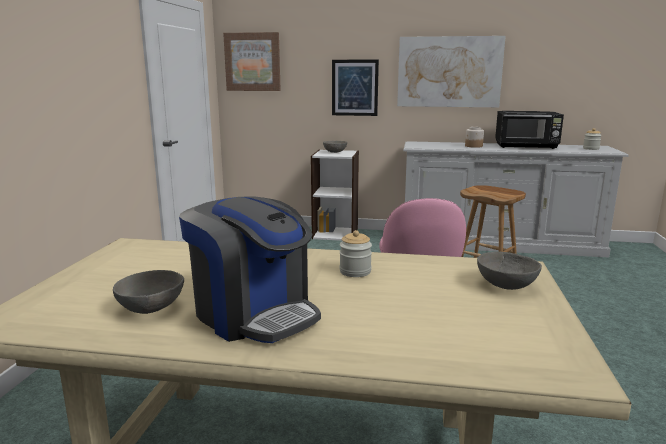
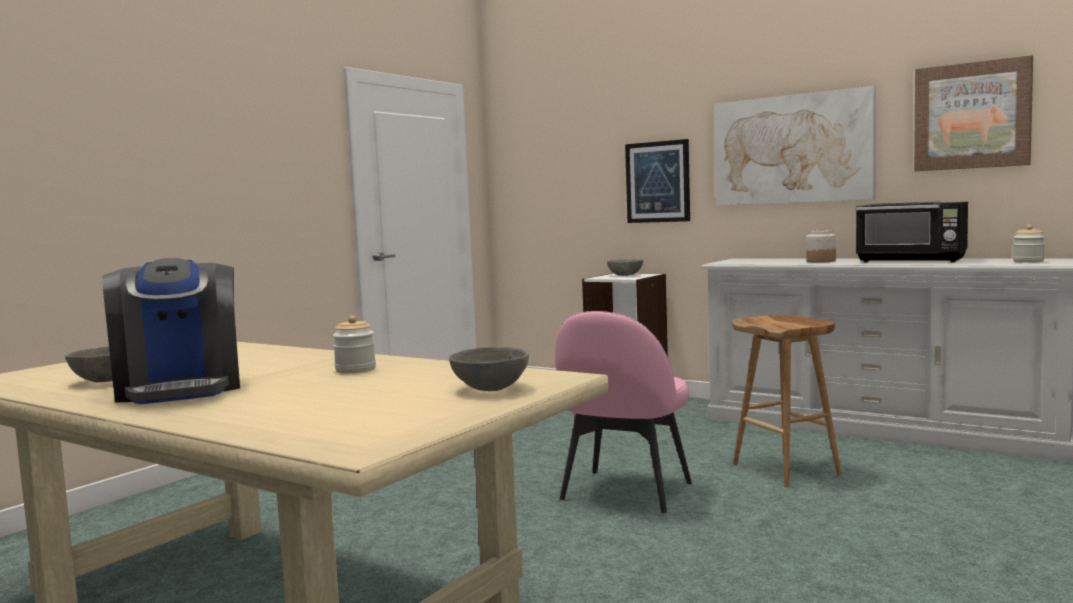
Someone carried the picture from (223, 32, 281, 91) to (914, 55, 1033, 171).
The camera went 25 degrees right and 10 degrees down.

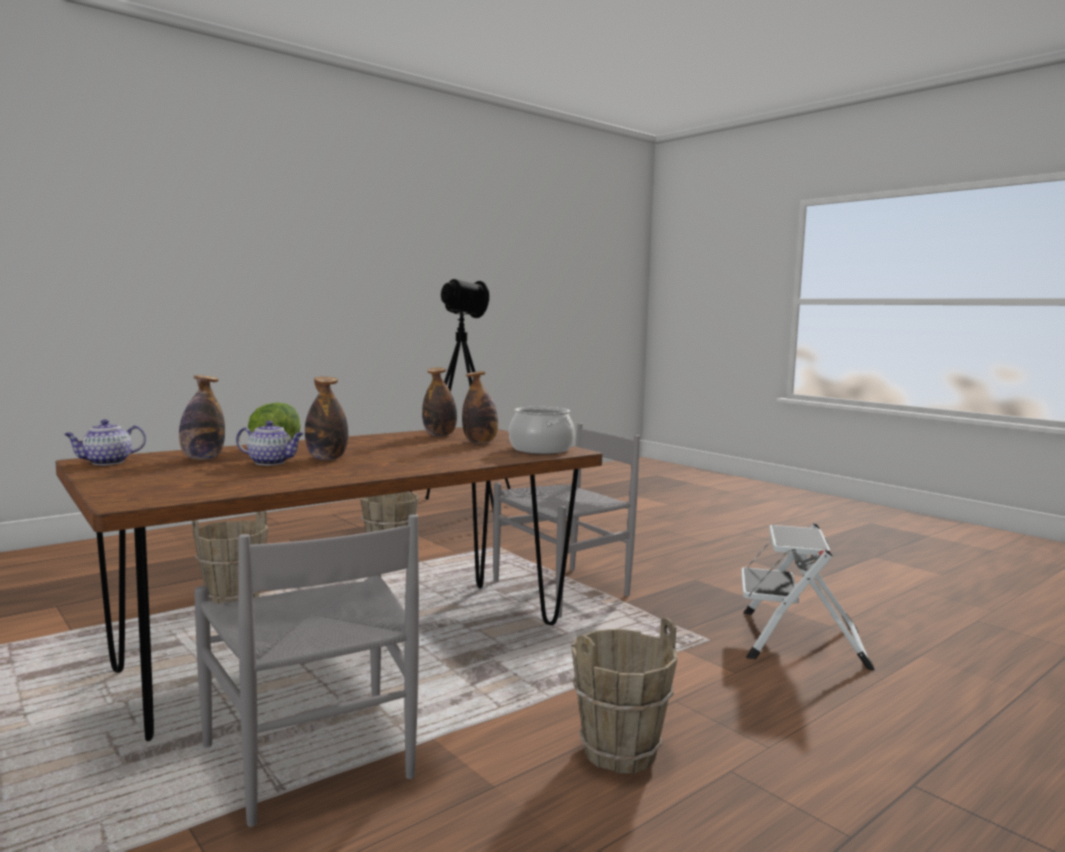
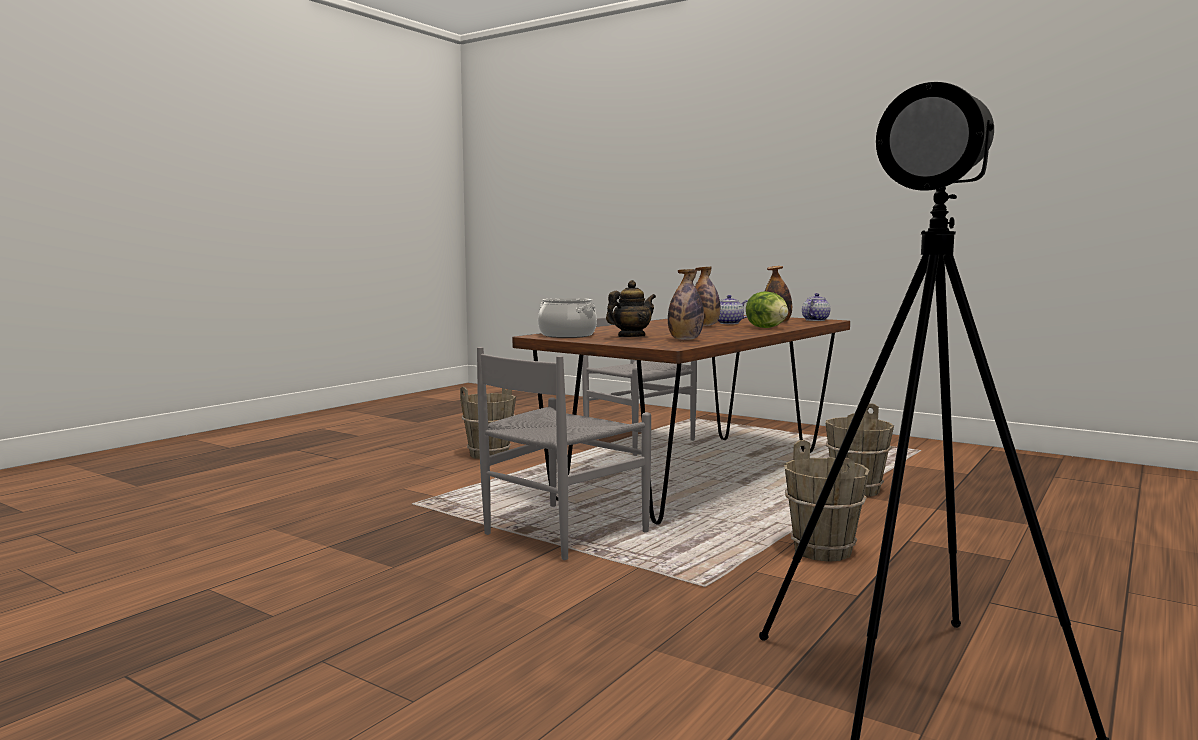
Someone took away the step ladder at (741, 523, 875, 670).
Someone swapped the bottle at (462, 371, 498, 443) for the teapot at (606, 280, 656, 337).
The camera went 165 degrees right and 0 degrees up.

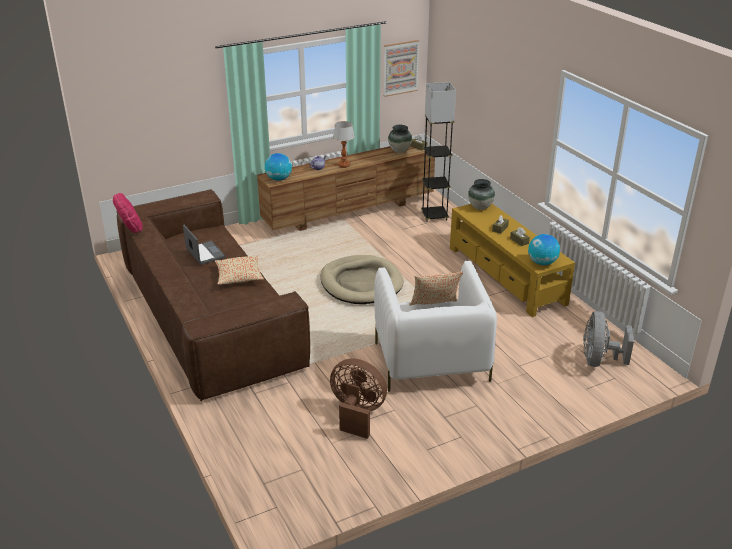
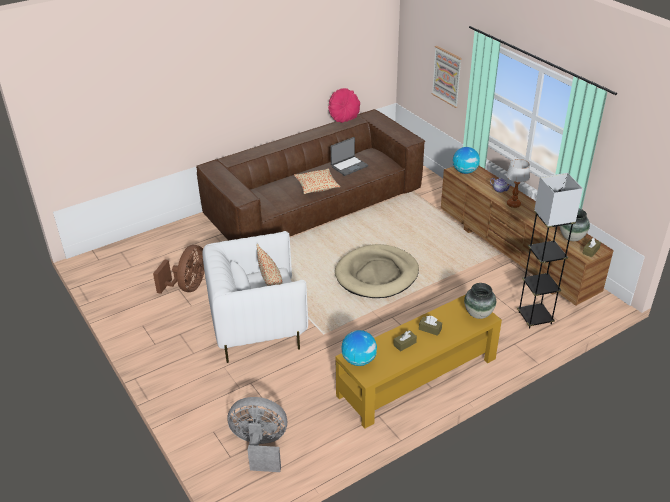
Someone carried the picture from (384, 40, 420, 97) to (432, 46, 462, 108).
The camera went 85 degrees right and 5 degrees up.

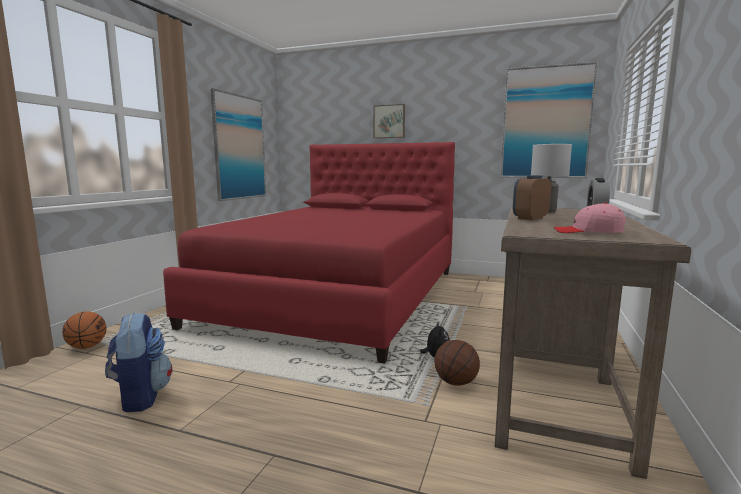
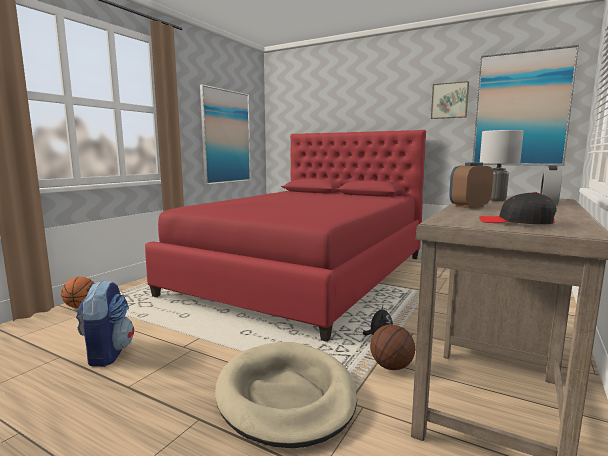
Someone put down the beige dog bed at (215, 342, 357, 448).
Someone carried the picture from (373, 104, 405, 138) to (431, 81, 469, 119).
Someone repainted the pink cap at (554, 203, 626, 233), which became the black cap at (479, 192, 557, 224).
The camera went 10 degrees right and 0 degrees up.

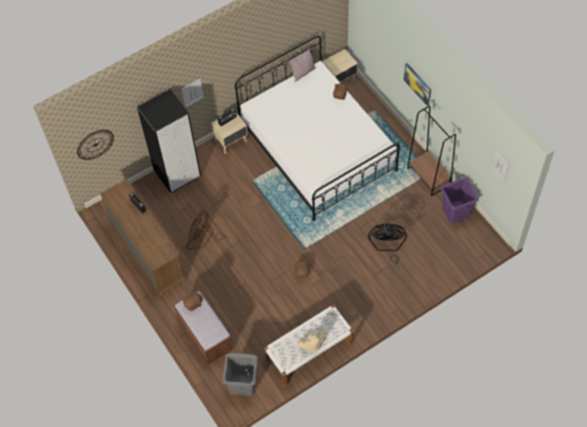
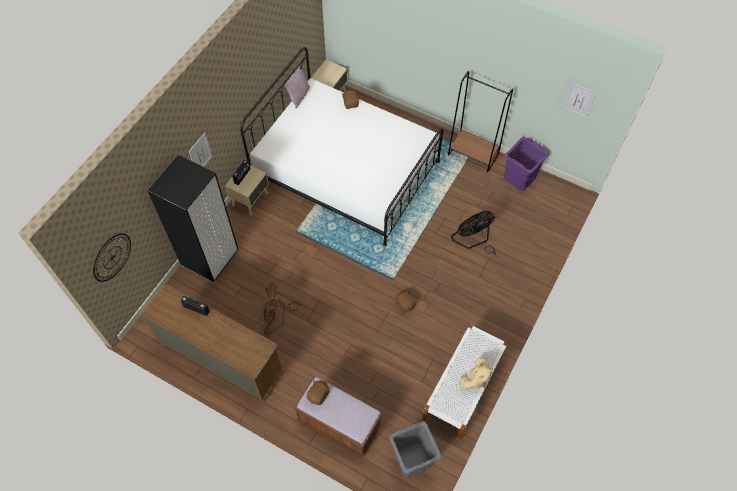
Someone took away the picture at (404, 63, 431, 106).
The camera went 30 degrees left and 0 degrees up.

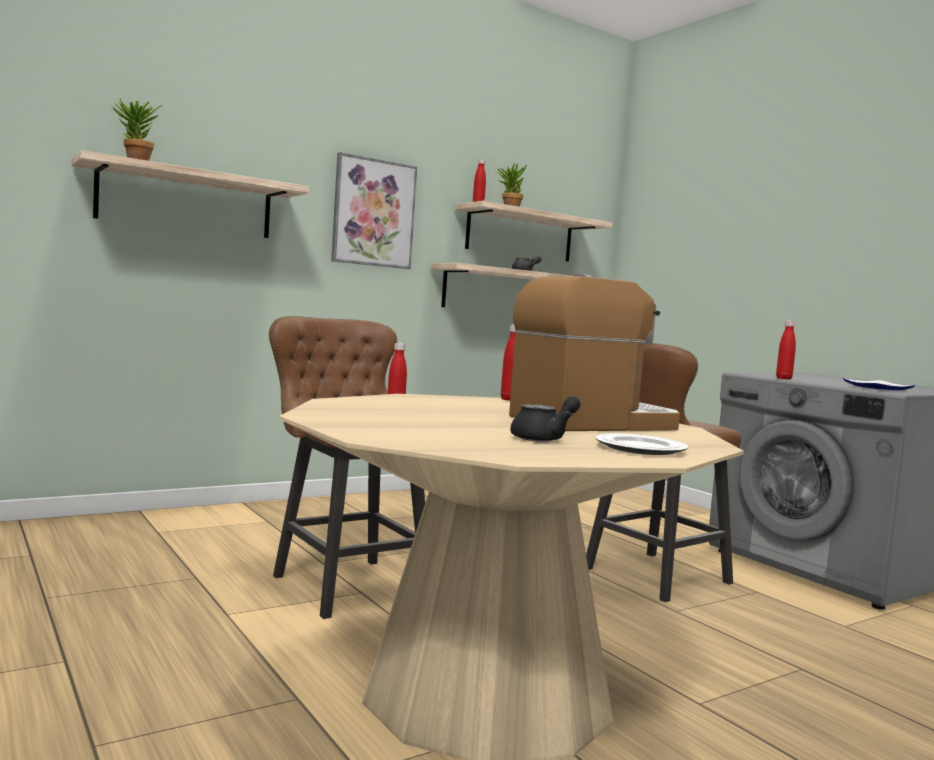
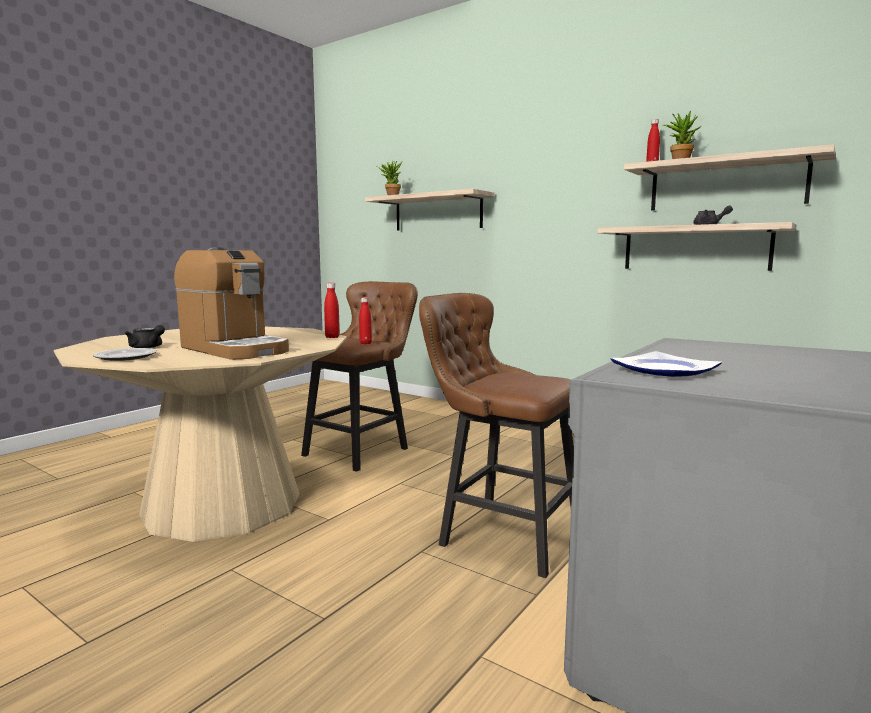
Someone took away the picture at (331, 152, 417, 269).
Someone took away the red bottle at (776, 321, 796, 379).
The camera went 70 degrees right and 5 degrees up.

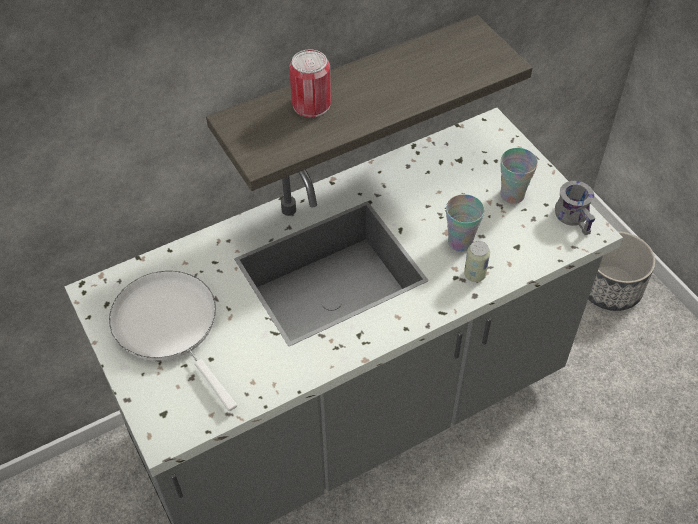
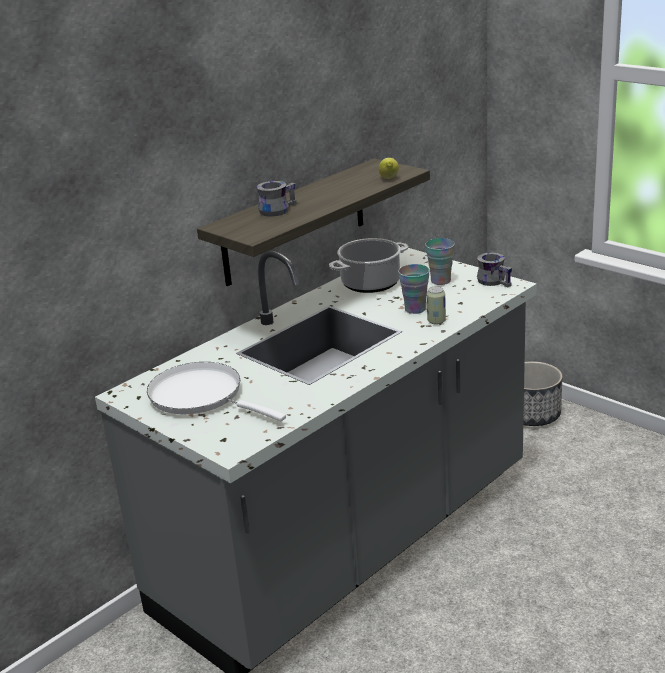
Someone put down the cooking pot at (329, 238, 408, 293).
Someone put down the lemon at (379, 158, 399, 179).
Someone swapped the can at (289, 49, 331, 118) for the grey mug at (257, 181, 297, 217).
The camera went 15 degrees left and 25 degrees down.

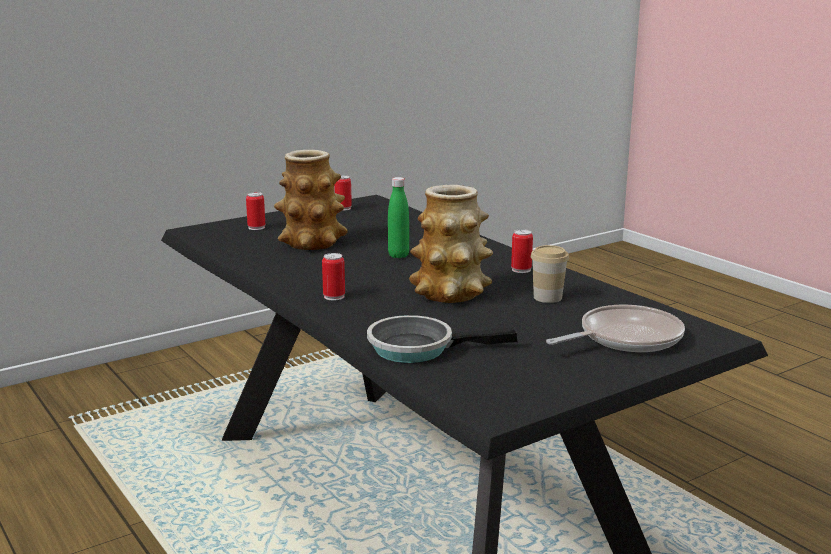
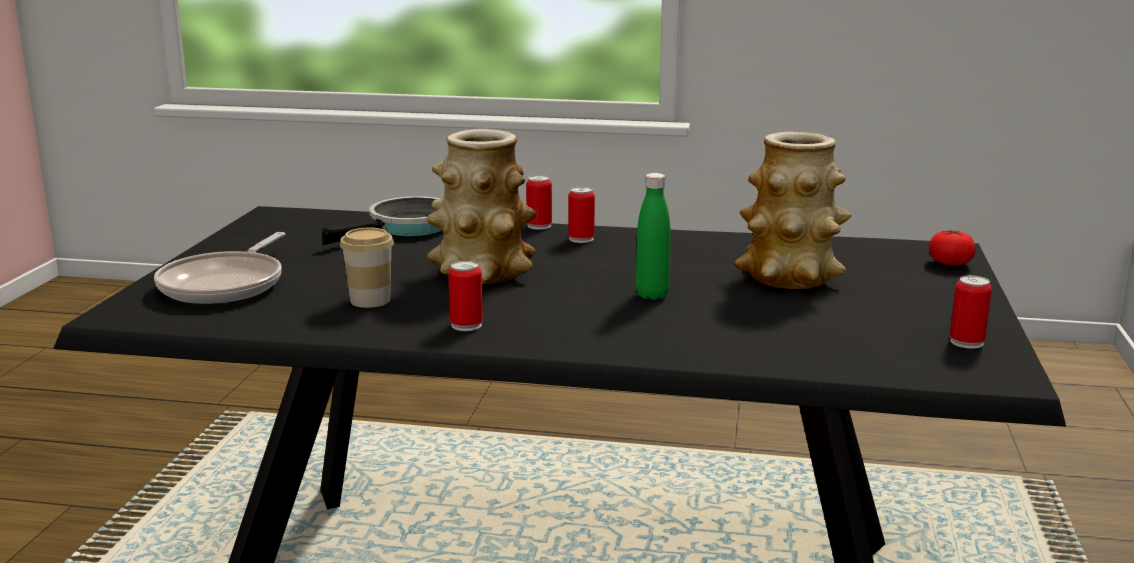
Someone put down the tomato at (929, 230, 976, 265).
Someone carried the can from (246, 192, 265, 230) to (526, 175, 552, 230).
The camera went 135 degrees right and 0 degrees up.

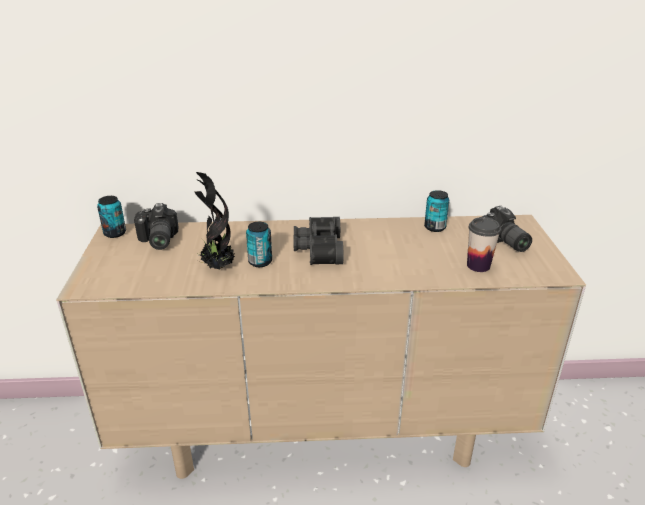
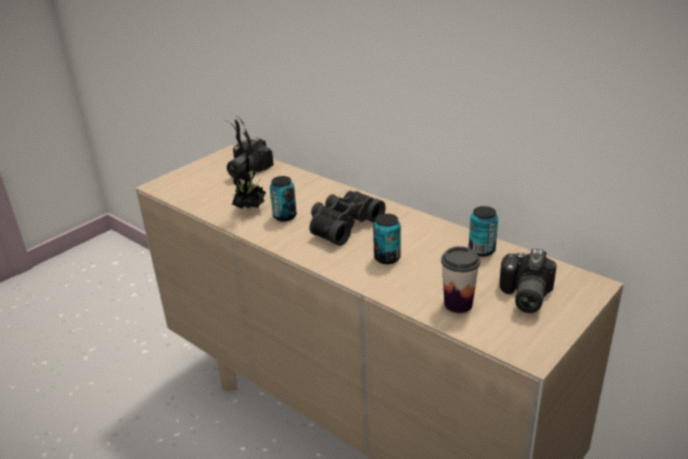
Someone carried the can from (97, 196, 126, 238) to (373, 214, 401, 264).
The camera went 45 degrees right and 0 degrees up.

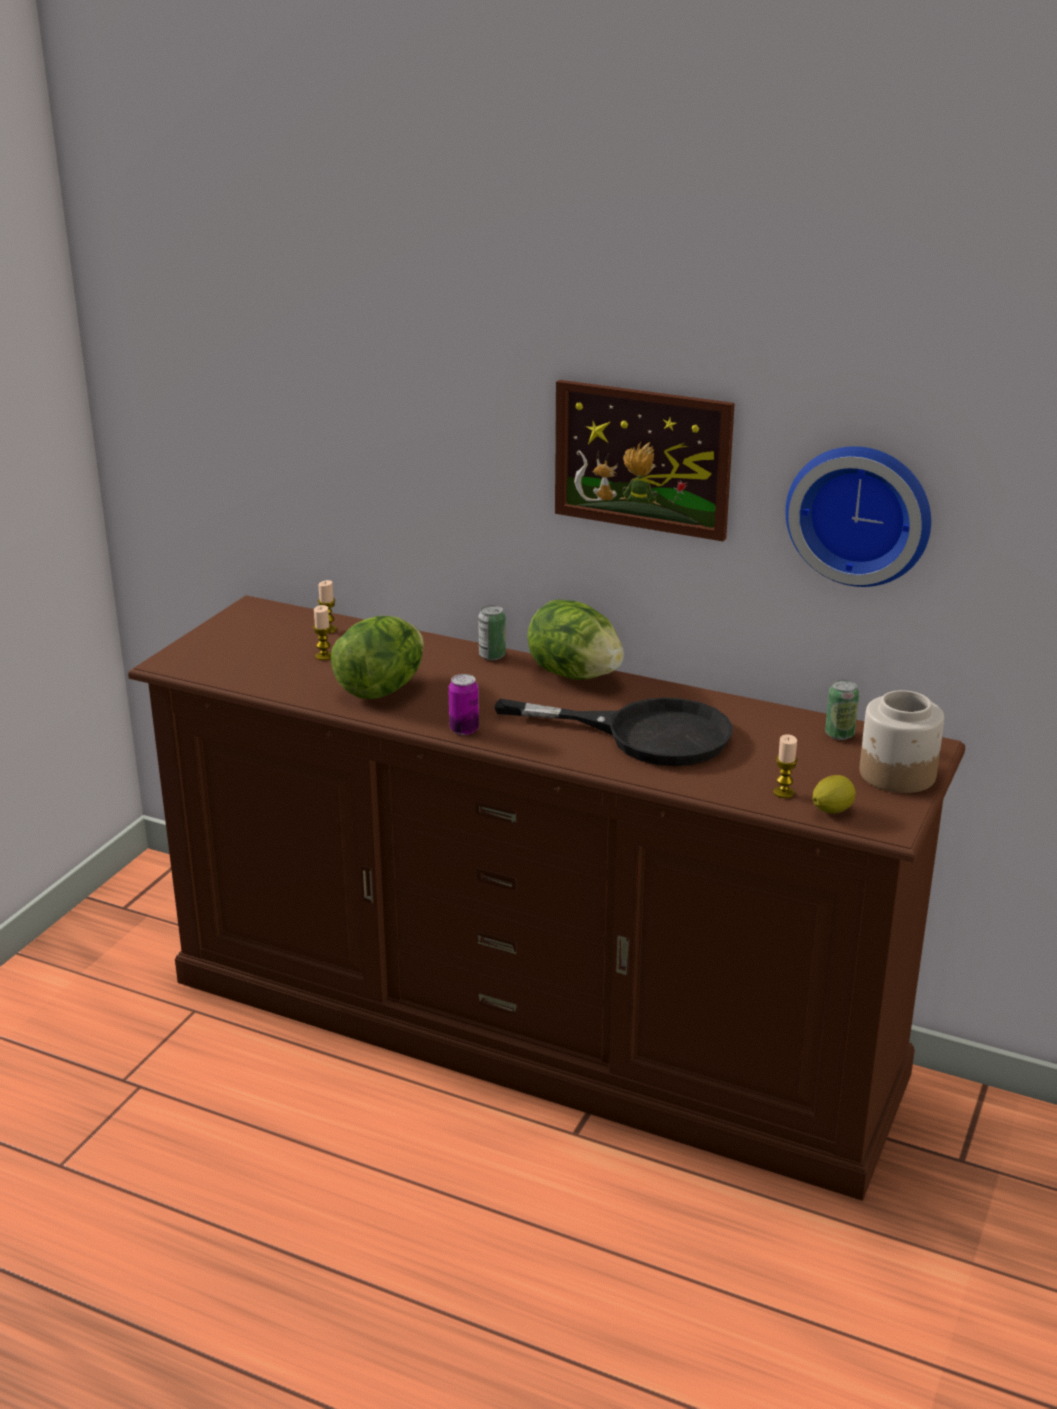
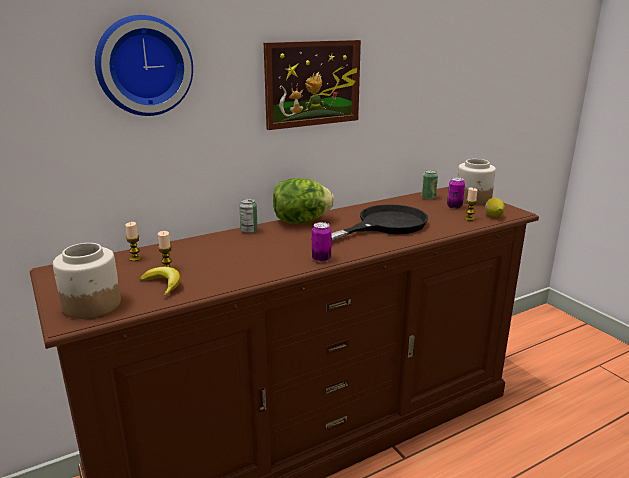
Someone took away the lettuce at (331, 616, 424, 699).
Someone put down the jar at (53, 243, 121, 319).
Someone put down the banana at (140, 267, 181, 297).
Someone put down the can at (447, 177, 465, 209).
Someone carried the wall clock from (786, 446, 931, 587) to (95, 15, 193, 116).
The camera went 55 degrees left and 5 degrees down.

